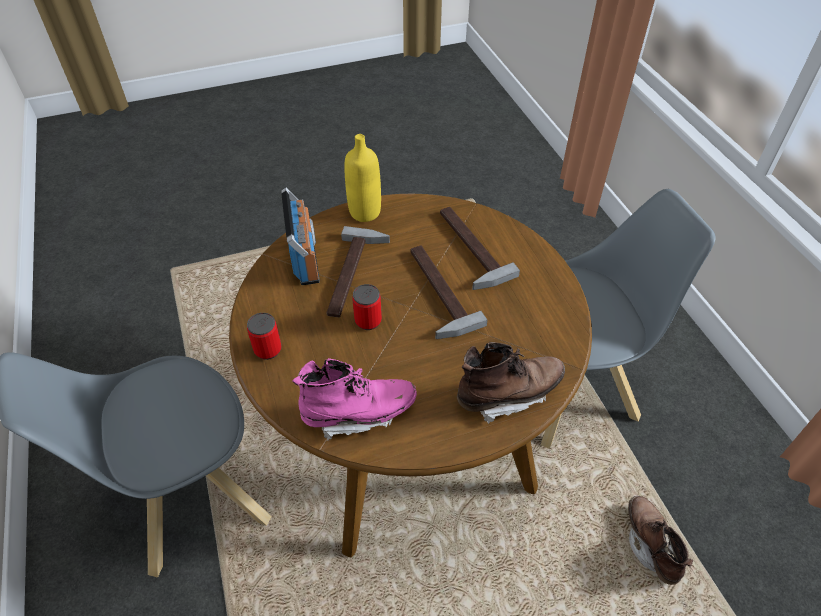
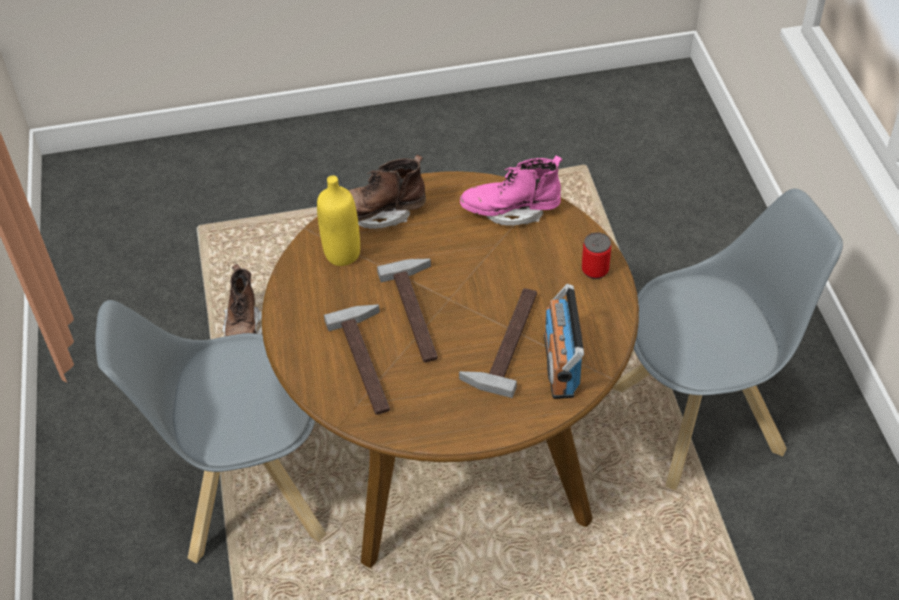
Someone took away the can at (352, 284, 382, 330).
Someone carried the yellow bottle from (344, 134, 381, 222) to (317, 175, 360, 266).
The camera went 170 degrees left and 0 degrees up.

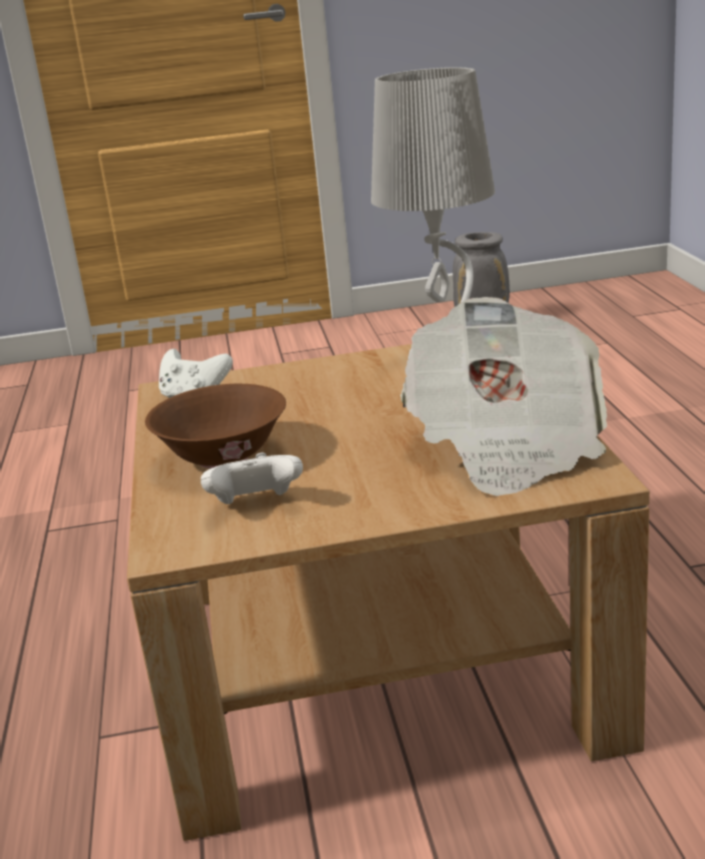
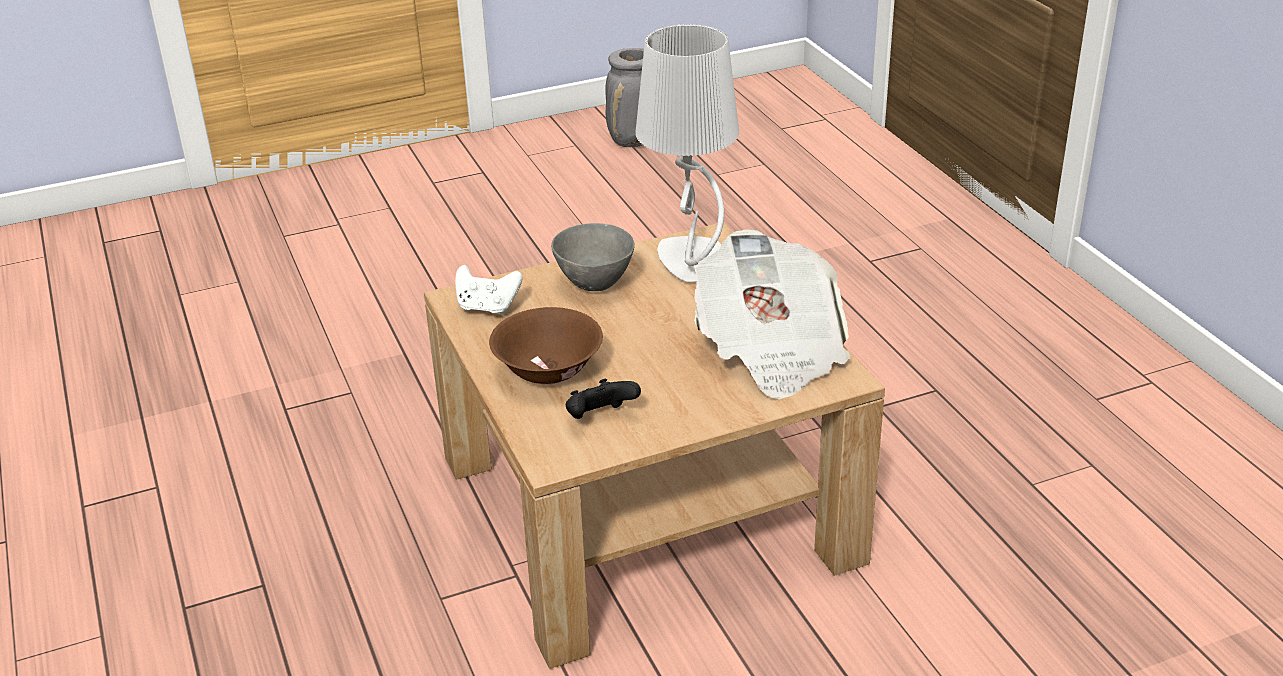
Someone put down the grey bowl at (551, 223, 635, 291).
Someone repainted the white game controller at (201, 453, 303, 504), which became the black game controller at (566, 379, 641, 419).
The camera went 15 degrees left and 10 degrees up.

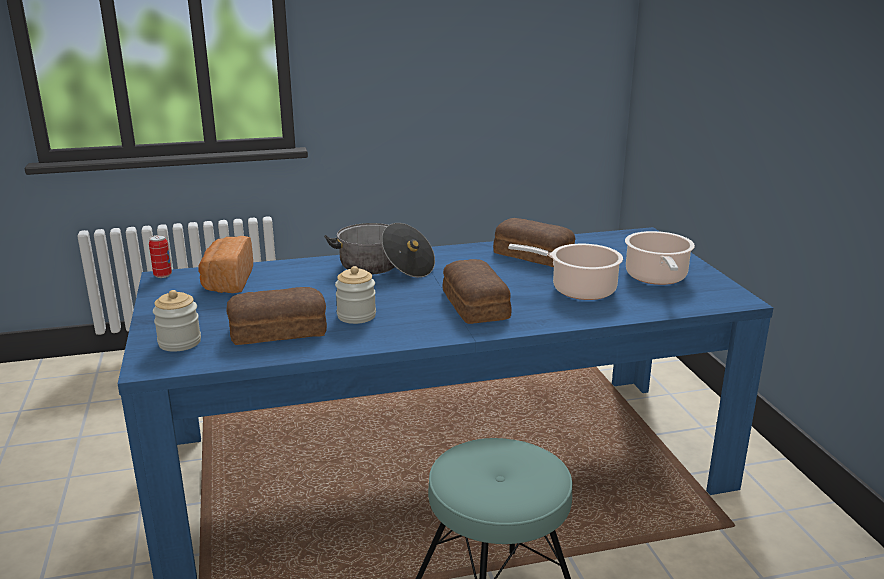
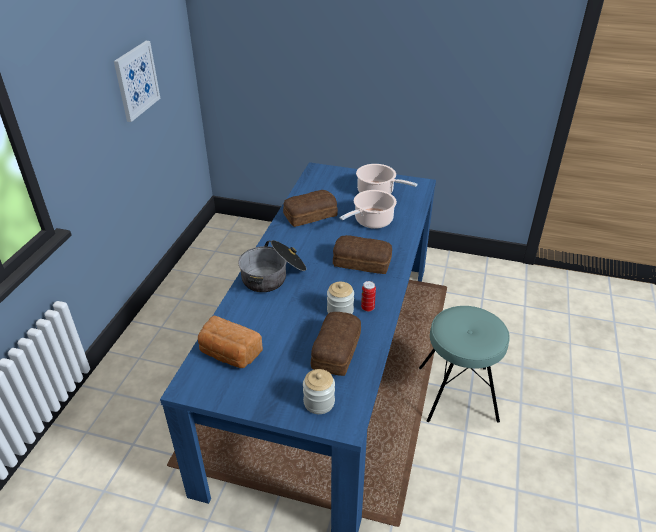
Someone put up the picture at (114, 41, 160, 122).
Someone carried the can from (149, 235, 172, 278) to (361, 281, 376, 312).
The camera went 60 degrees left and 15 degrees up.

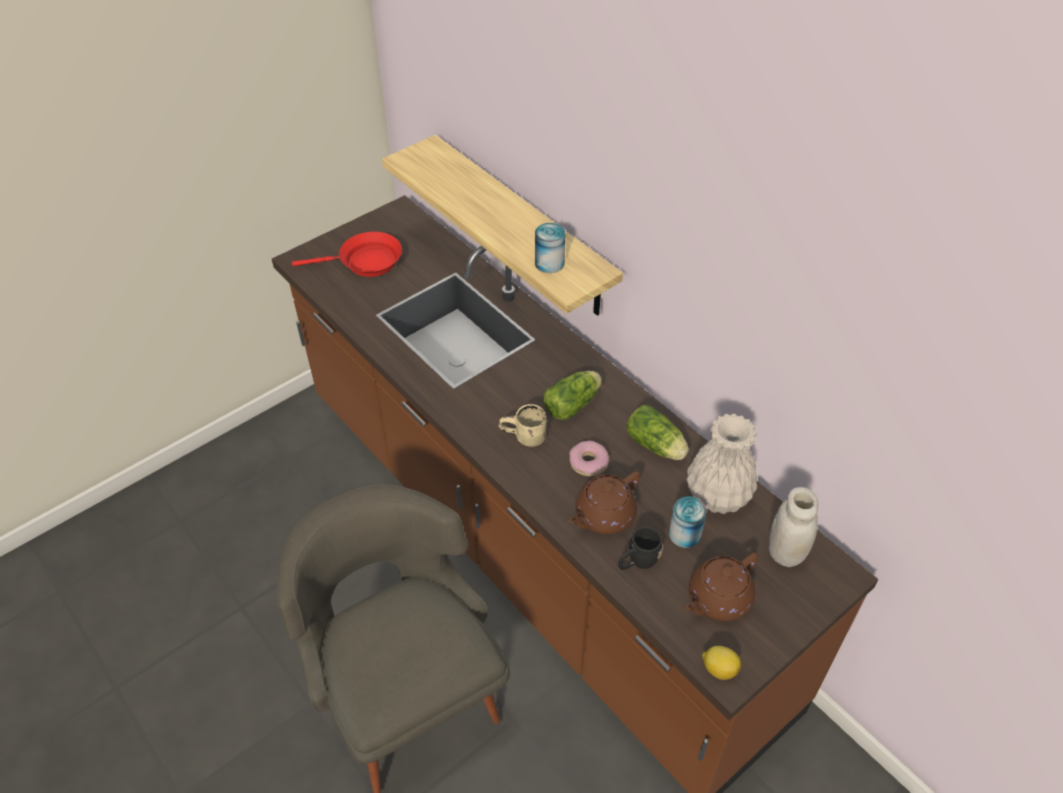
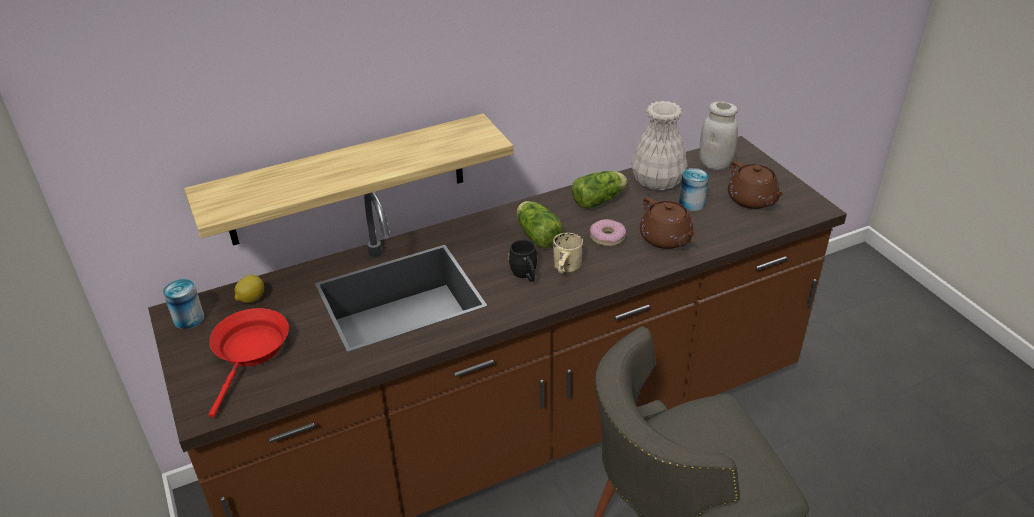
Someone carried the can from (535, 223, 565, 273) to (163, 279, 205, 329).
Someone carried the black mug from (618, 526, 663, 570) to (508, 239, 537, 282).
Someone carried the lemon from (702, 646, 741, 680) to (234, 275, 264, 303).
The camera went 75 degrees left and 10 degrees down.

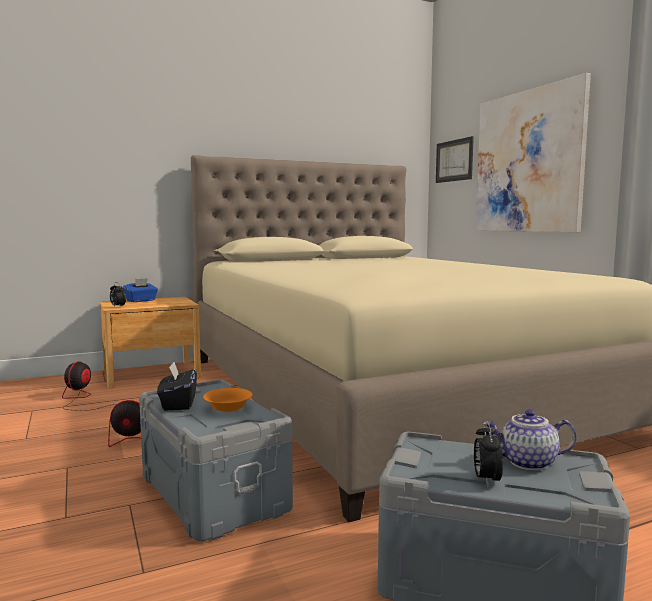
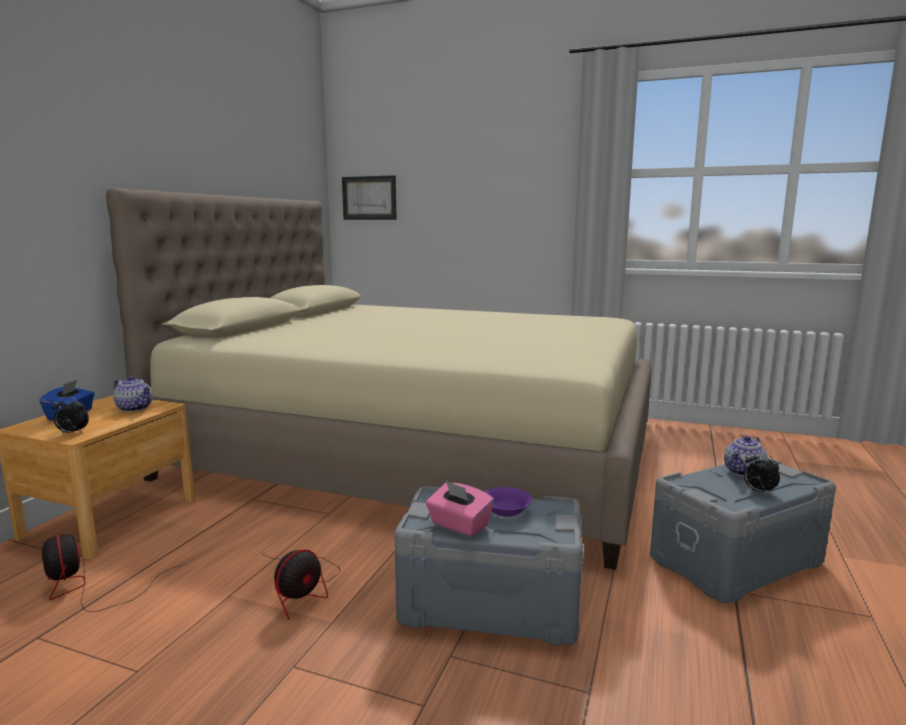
Someone took away the picture at (476, 73, 591, 232).
Someone put down the teapot at (113, 376, 152, 412).
Someone repainted the black tissue box at (157, 362, 197, 411), which became the pink tissue box at (426, 481, 494, 537).
Someone repainted the orange bowl at (203, 388, 253, 412), which became the purple bowl at (485, 487, 532, 517).
The camera went 45 degrees left and 5 degrees up.

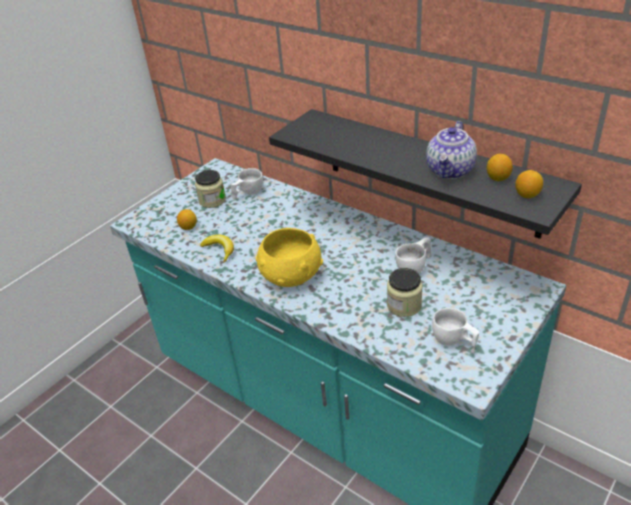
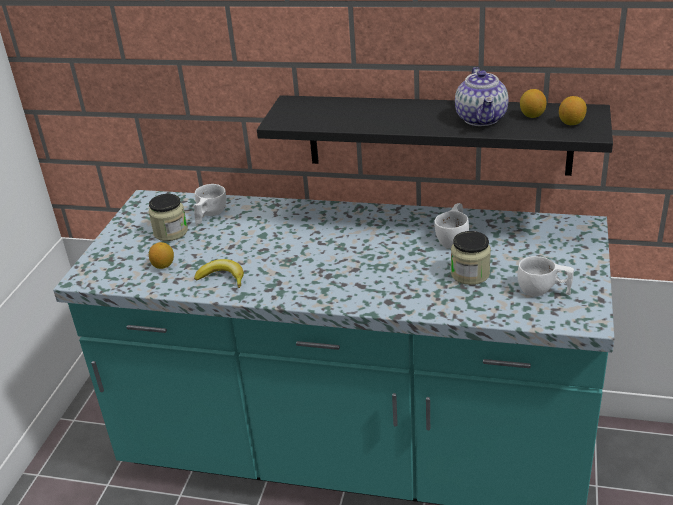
Someone took away the yellow bowl at (256, 228, 323, 287).
The camera went 25 degrees left and 5 degrees down.

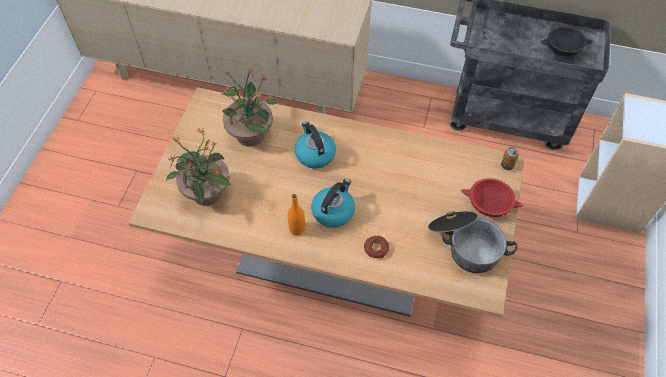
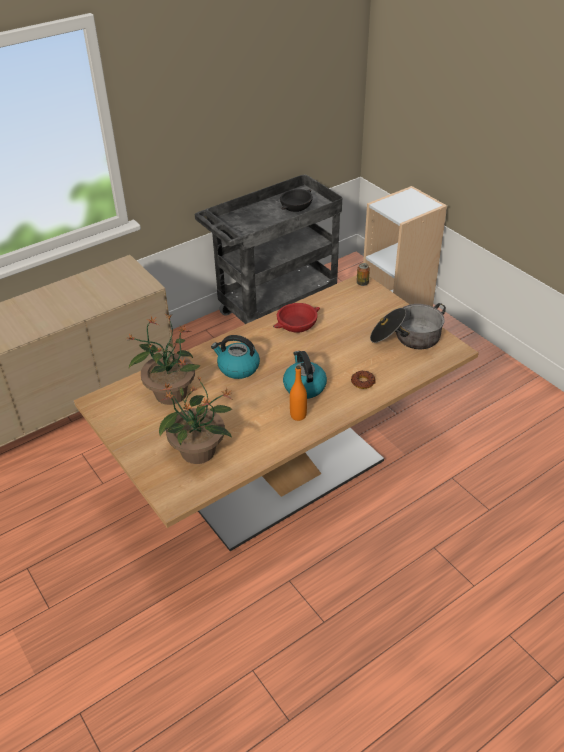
Someone carried the red bowl from (461, 178, 523, 217) to (273, 303, 320, 333).
The camera went 50 degrees left and 15 degrees down.

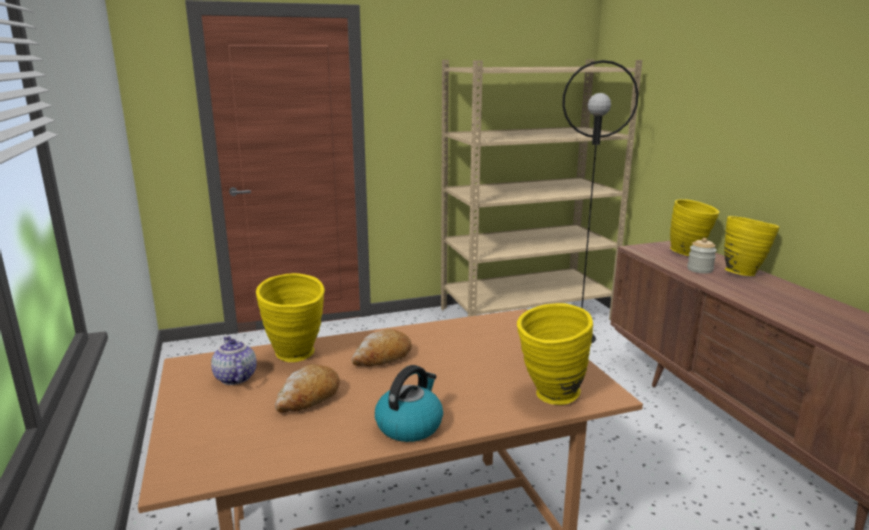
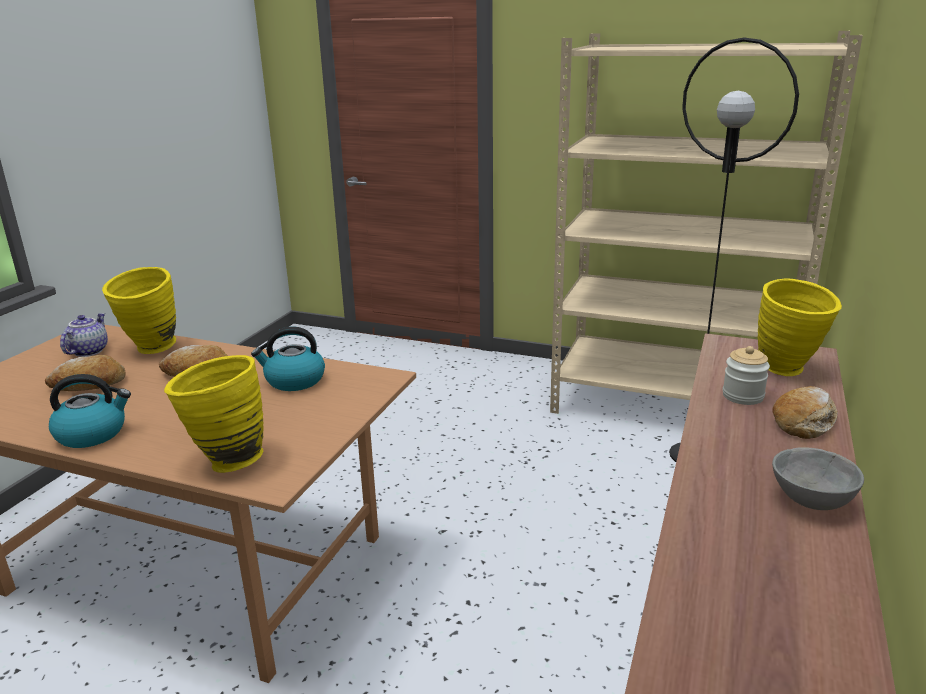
Someone put down the kettle at (251, 327, 325, 391).
Someone put down the grey bowl at (772, 447, 864, 510).
Someone swapped the yellow vase at (724, 216, 779, 276) for the bread at (772, 386, 838, 439).
The camera went 40 degrees right and 5 degrees up.

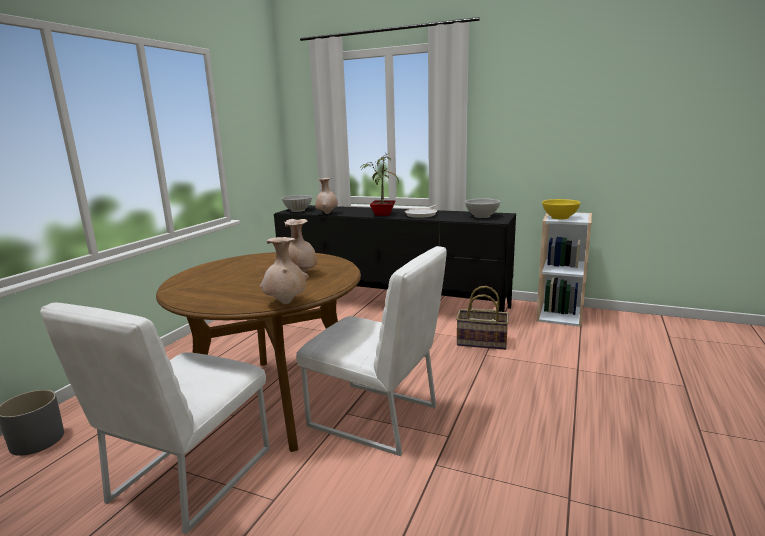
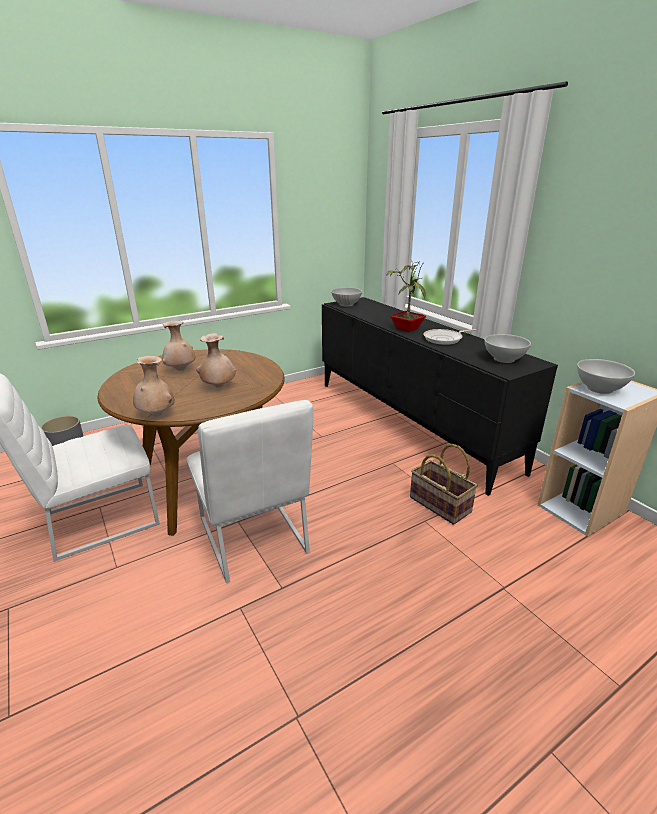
Someone carried the beige vase from (316, 178, 338, 214) to (162, 321, 195, 371).
Someone repainted the yellow bowl at (542, 199, 581, 219), which became the white bowl at (577, 359, 635, 394).
The camera went 35 degrees right and 10 degrees up.

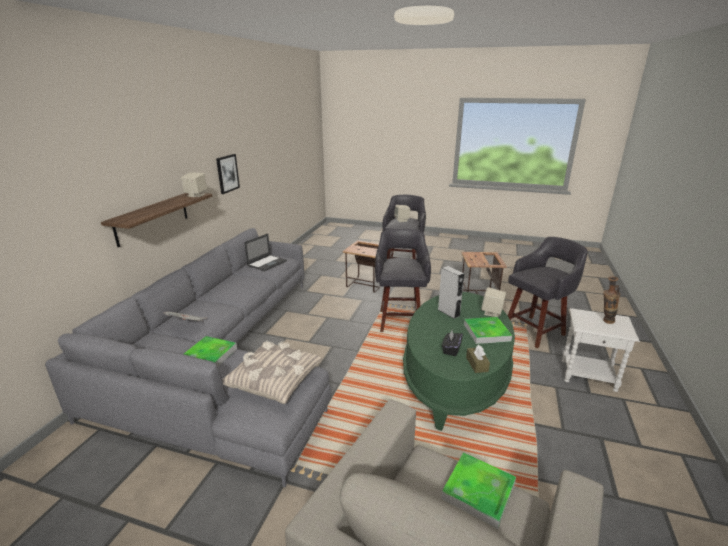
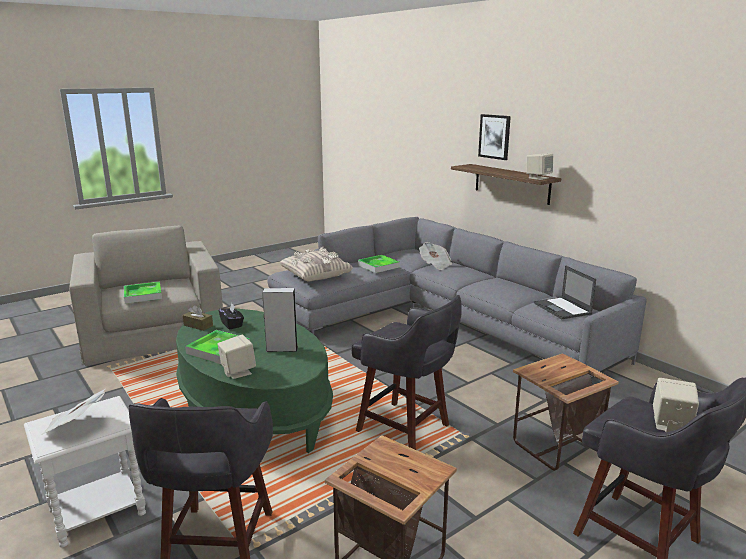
Someone carried the picture from (216, 154, 240, 194) to (478, 114, 511, 160).
Someone swapped the vase at (603, 277, 620, 324) for the newspaper at (41, 389, 105, 435).
The camera went 125 degrees right and 5 degrees down.

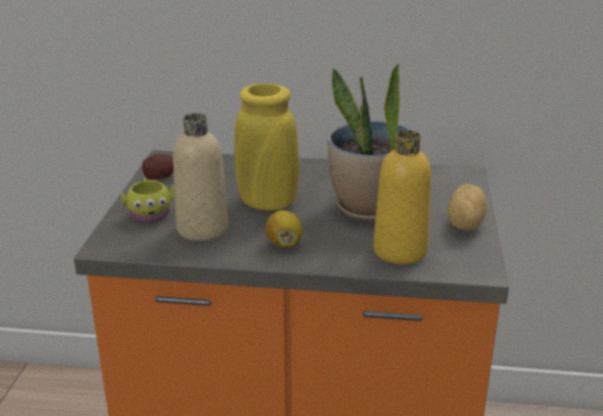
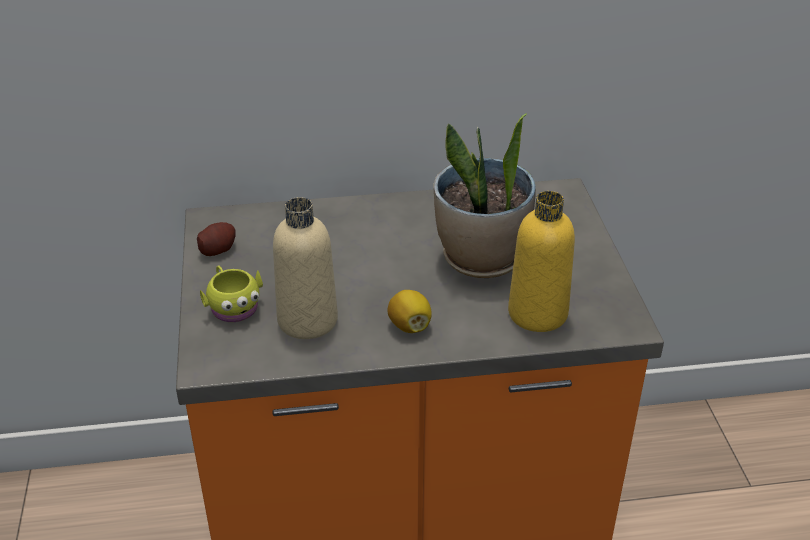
Someone took away the yellow vase at (234, 84, 300, 210).
Someone took away the potato at (447, 184, 487, 231).
The camera went 15 degrees left and 10 degrees up.

